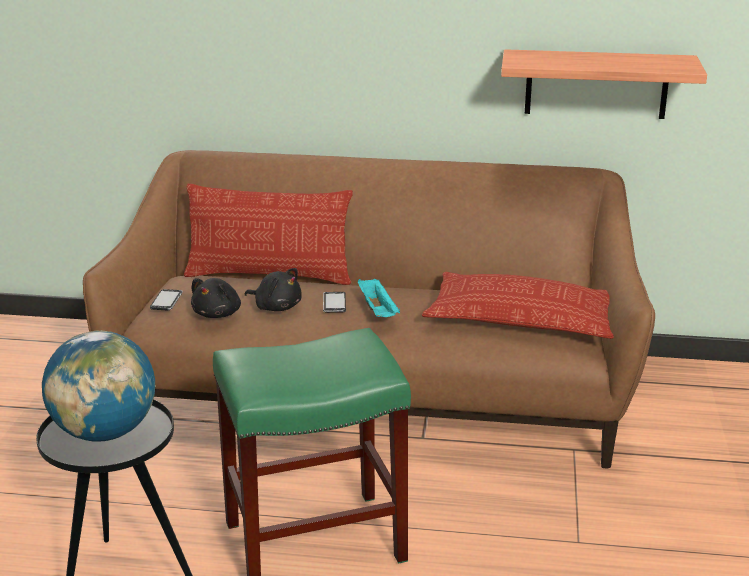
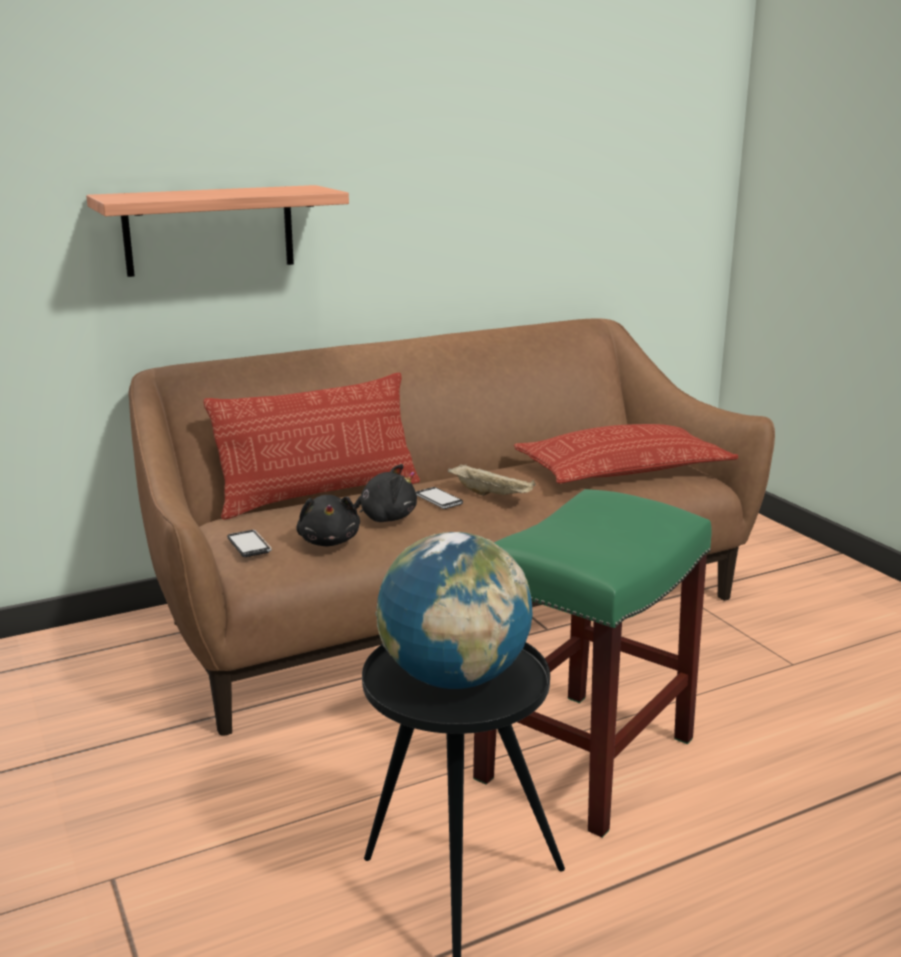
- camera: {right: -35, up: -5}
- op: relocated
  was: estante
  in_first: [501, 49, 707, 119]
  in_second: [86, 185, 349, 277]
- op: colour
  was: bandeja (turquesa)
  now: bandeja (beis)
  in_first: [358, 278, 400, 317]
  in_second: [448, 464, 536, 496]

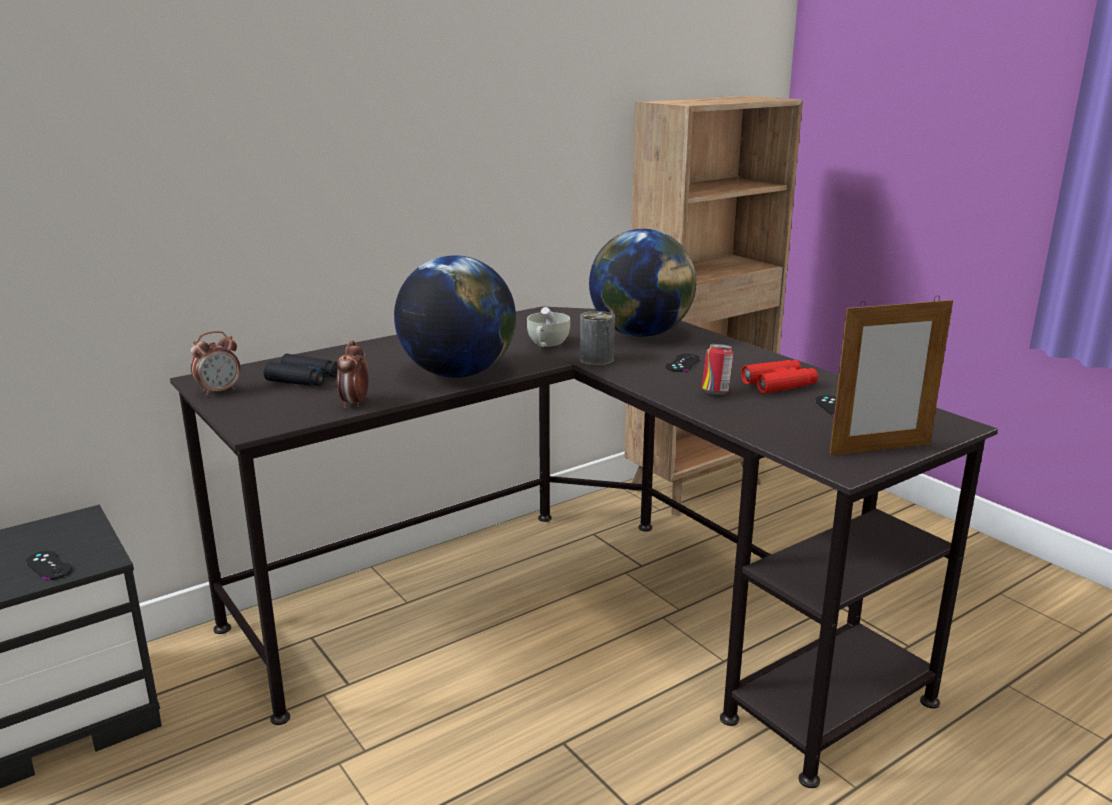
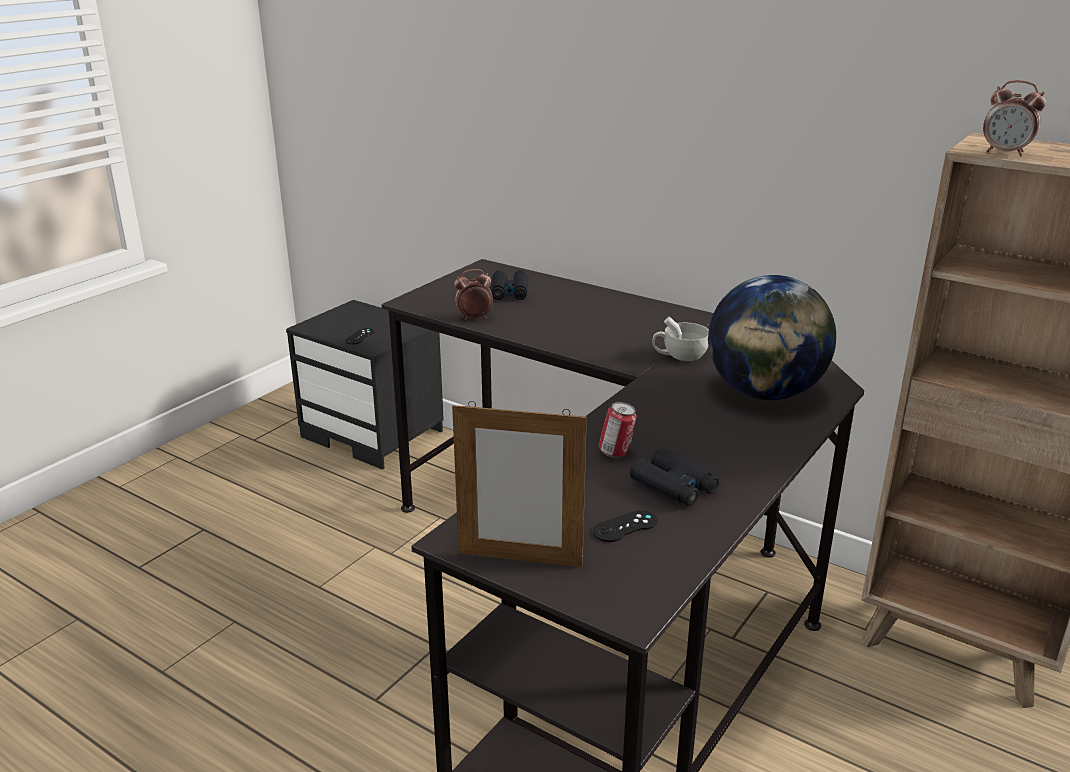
- camera: {right: 70, up: 5}
- op: missing
  was: globo terráqueo
  in_first: [394, 255, 516, 378]
- op: spun
  was: portarretratos
  in_first: [829, 296, 953, 456]
  in_second: [452, 401, 587, 567]
  clockwise: -45
- op: missing
  was: lata
  in_first: [580, 311, 615, 365]
- op: relocated
  was: despertador
  in_first: [191, 331, 240, 396]
  in_second: [983, 80, 1046, 157]
- op: missing
  was: mando de consola (negro)
  in_first: [666, 354, 700, 372]
- op: colour
  was: prismáticos (rojo)
  now: prismáticos (negro)
  in_first: [741, 360, 818, 394]
  in_second: [630, 448, 719, 506]

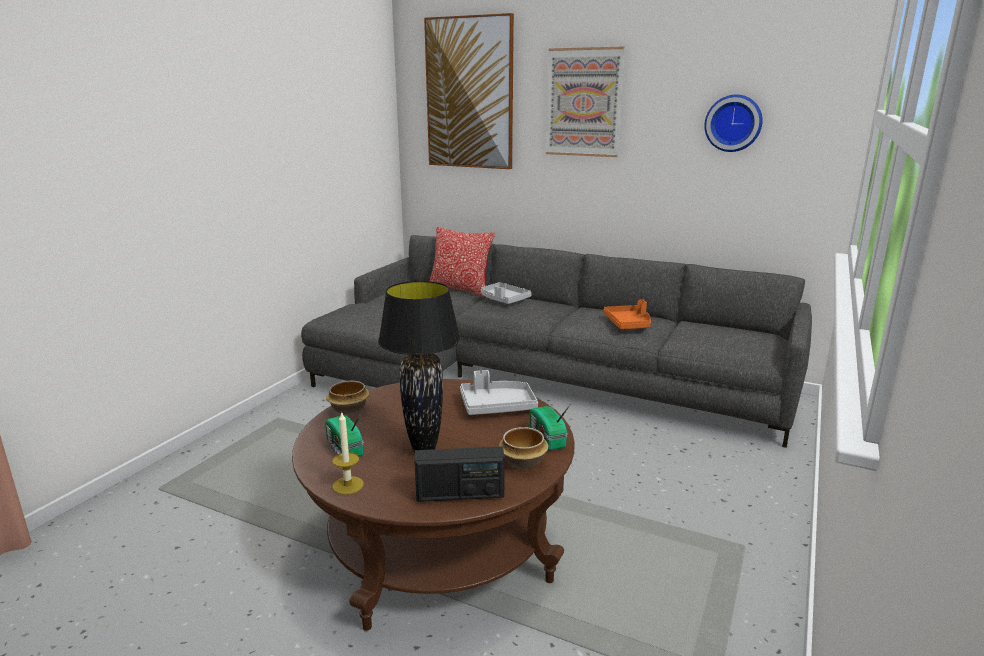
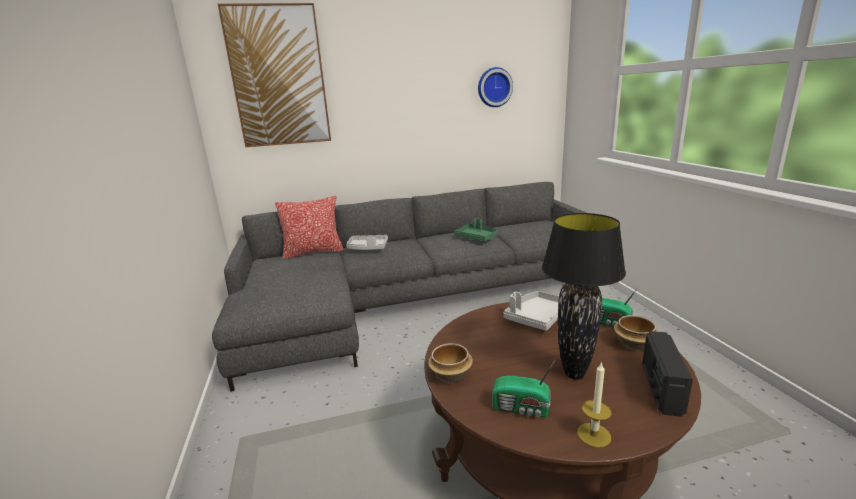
- camera: {right: -40, up: 0}
- op: missing
  was: cuadro
  in_first: [546, 46, 625, 157]
- op: colour
  was: bandeja (naranja)
  now: bandeja (verde)
  in_first: [603, 299, 651, 329]
  in_second: [454, 218, 497, 241]
- op: spun
  was: radio
  in_first: [414, 447, 505, 502]
  in_second: [642, 331, 693, 417]
  clockwise: 150

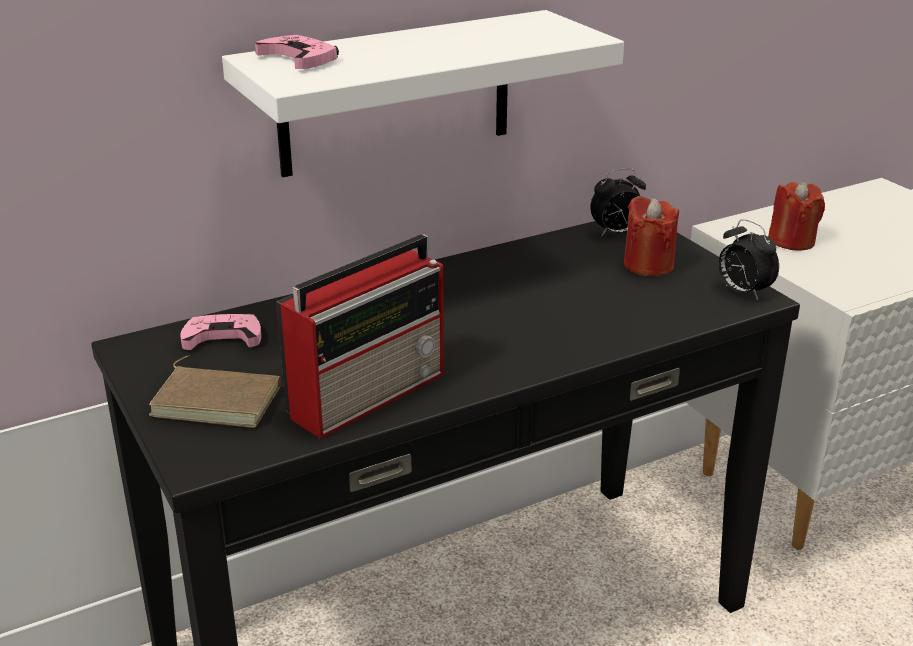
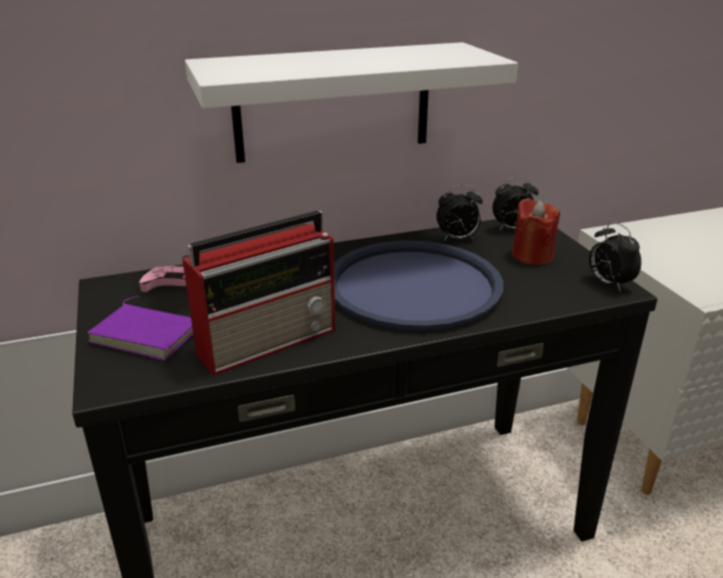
- camera: {right: 10, up: 0}
- op: missing
  was: mando de consola (rosa)
  in_first: [255, 35, 339, 69]
- op: missing
  was: vela (rojo)
  in_first: [768, 181, 825, 251]
- op: colour
  was: libro (marrón)
  now: libro (morado)
  in_first: [149, 355, 281, 428]
  in_second: [88, 296, 193, 360]
- op: appeared
  now: despertador
  in_second: [436, 185, 483, 241]
- op: appeared
  now: bandeja (azul)
  in_second: [334, 240, 503, 331]

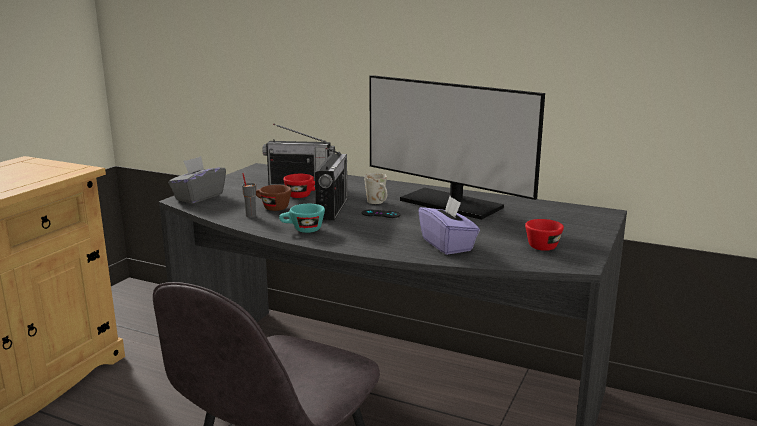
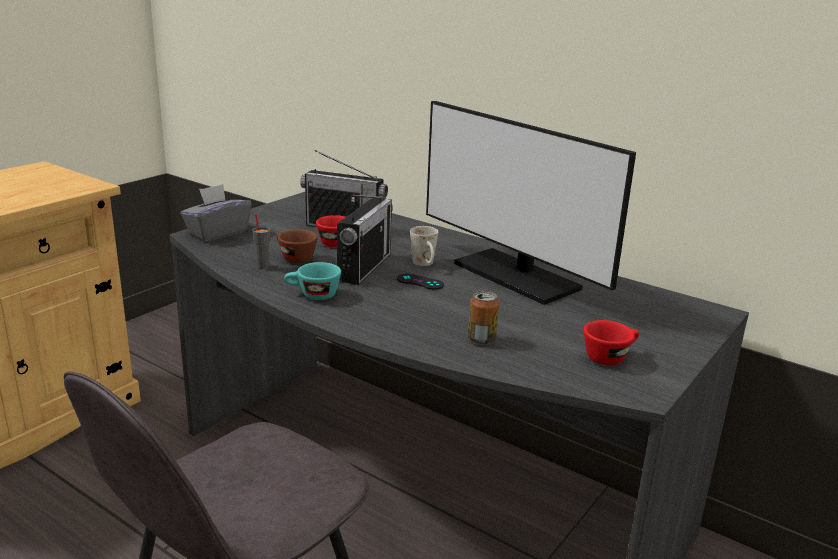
- camera: {right: 10, up: 5}
- op: exchanged
  was: caja de pañuelos (morado)
  now: lata
  in_first: [418, 196, 480, 255]
  in_second: [468, 291, 499, 345]

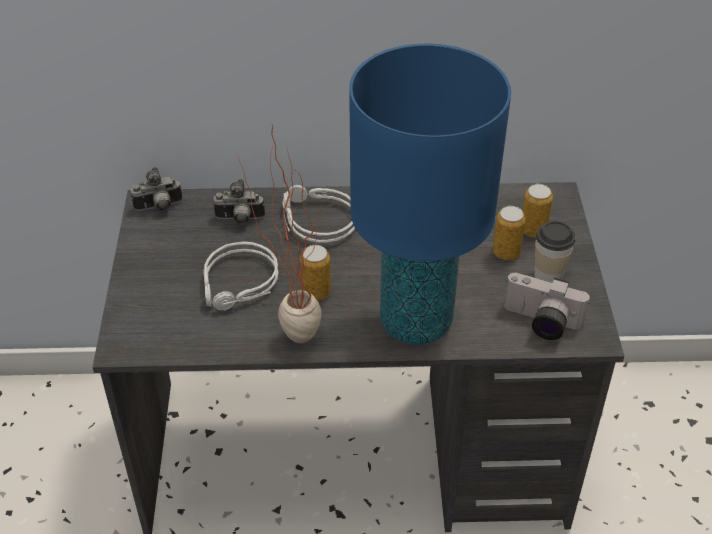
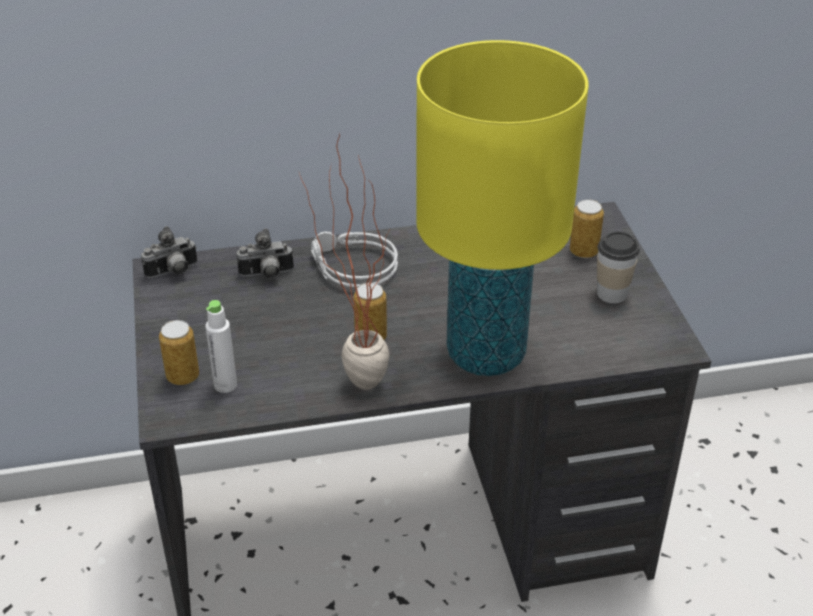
- camera: {right: -10, up: -5}
- op: colour
  was: lámpara de mesa (azul)
  now: lámpara de mesa (amarillo)
  in_first: [349, 44, 511, 345]
  in_second: [416, 40, 589, 376]
- op: relocated
  was: lata
  in_first: [493, 206, 526, 260]
  in_second: [159, 320, 199, 385]
- op: missing
  was: auriculares (gris)
  in_first: [204, 242, 278, 311]
- op: missing
  was: cámara
  in_first: [504, 273, 590, 340]
- op: appeared
  now: botella (blanco)
  in_second: [206, 300, 237, 393]

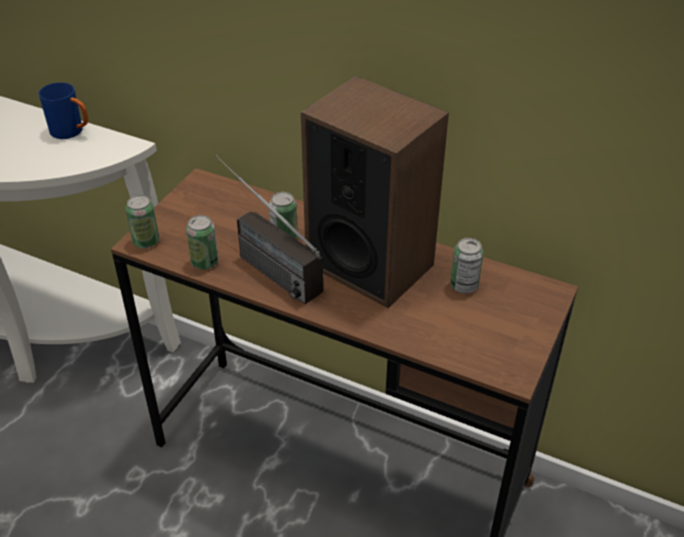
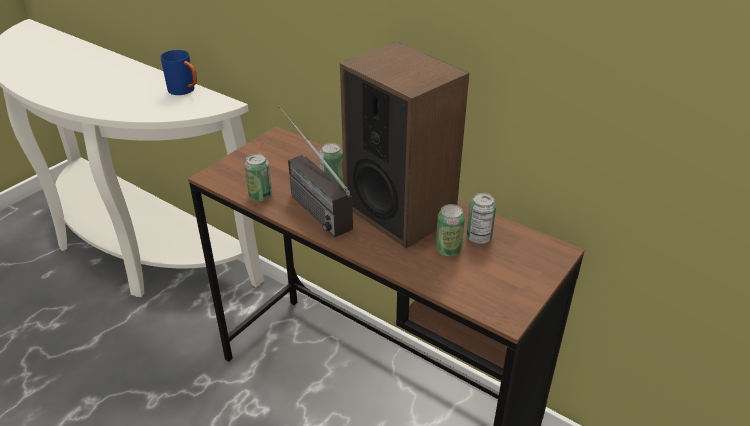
- camera: {right: 10, up: -5}
- op: relocated
  was: lata
  in_first: [126, 195, 159, 248]
  in_second: [436, 204, 465, 256]

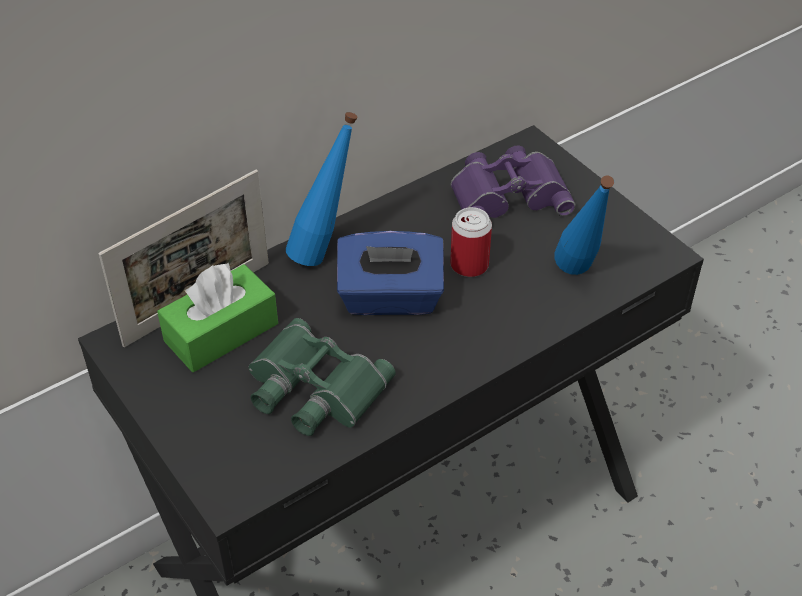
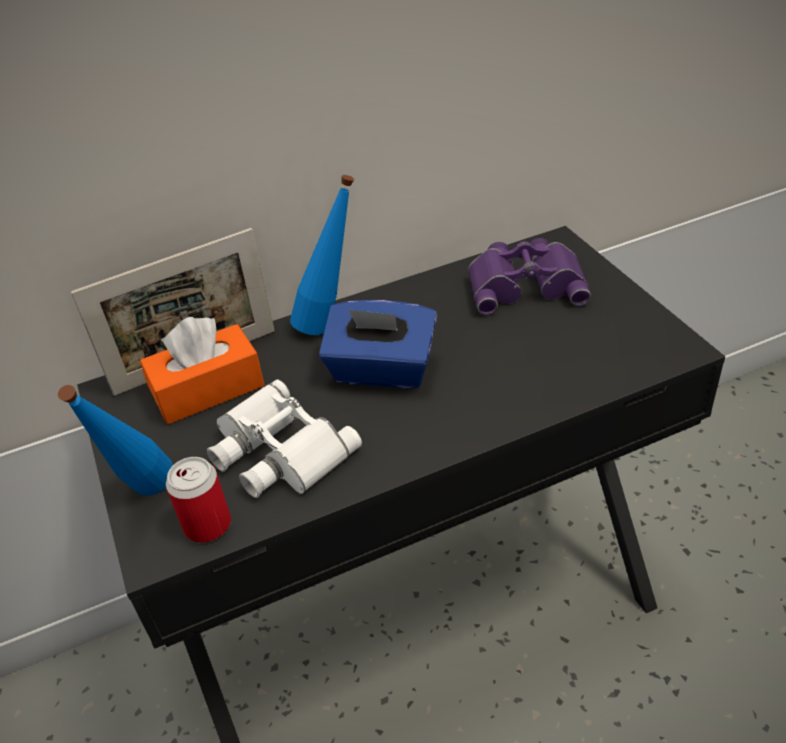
- camera: {right: 15, up: -5}
- op: relocated
  was: botella (azul)
  in_first: [554, 176, 614, 275]
  in_second: [58, 385, 173, 496]
- op: relocated
  was: lata
  in_first: [450, 207, 492, 277]
  in_second: [166, 457, 231, 543]
- op: colour
  was: caja de pañuelos (verde)
  now: caja de pañuelos (naranja)
  in_first: [157, 263, 278, 372]
  in_second: [140, 317, 265, 424]
- op: colour
  was: prismáticos (verde)
  now: prismáticos (blanco)
  in_first: [249, 318, 396, 436]
  in_second: [207, 379, 362, 498]

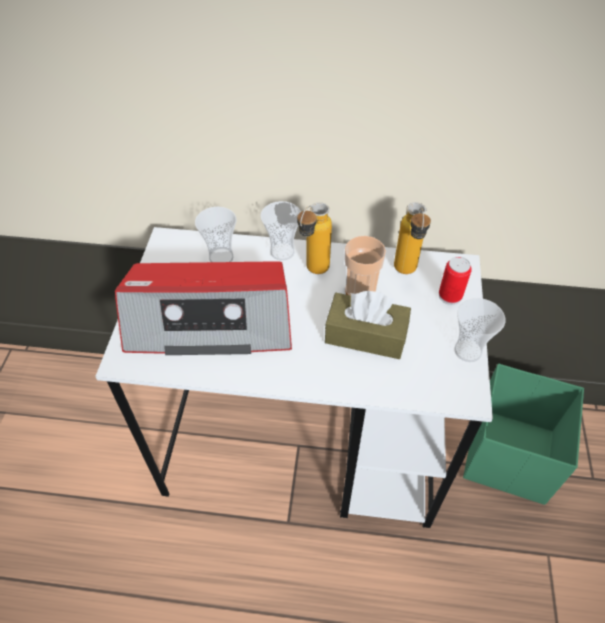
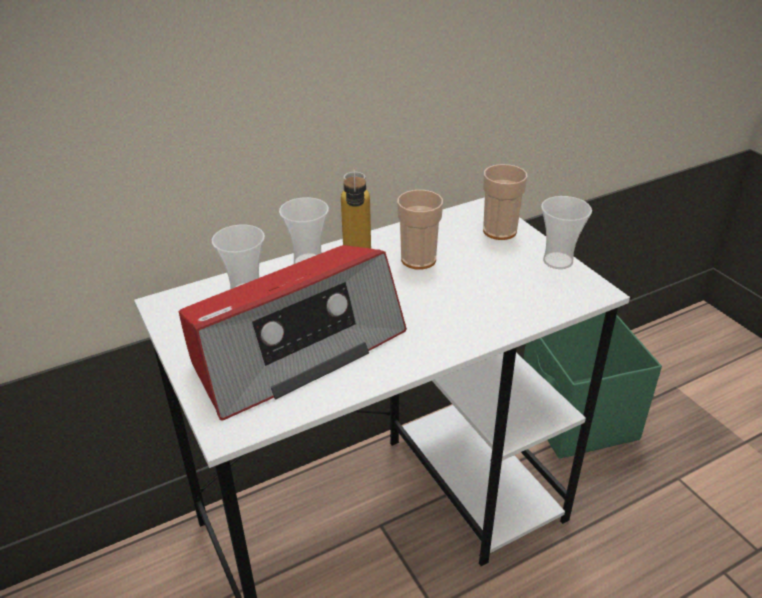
- camera: {right: -35, up: -15}
- op: missing
  was: botella
  in_first: [394, 202, 431, 274]
- op: exchanged
  was: lata
  now: taza
  in_first: [439, 256, 472, 305]
  in_second: [483, 164, 527, 240]
- op: missing
  was: caja de pañuelos (marrón)
  in_first: [325, 291, 411, 359]

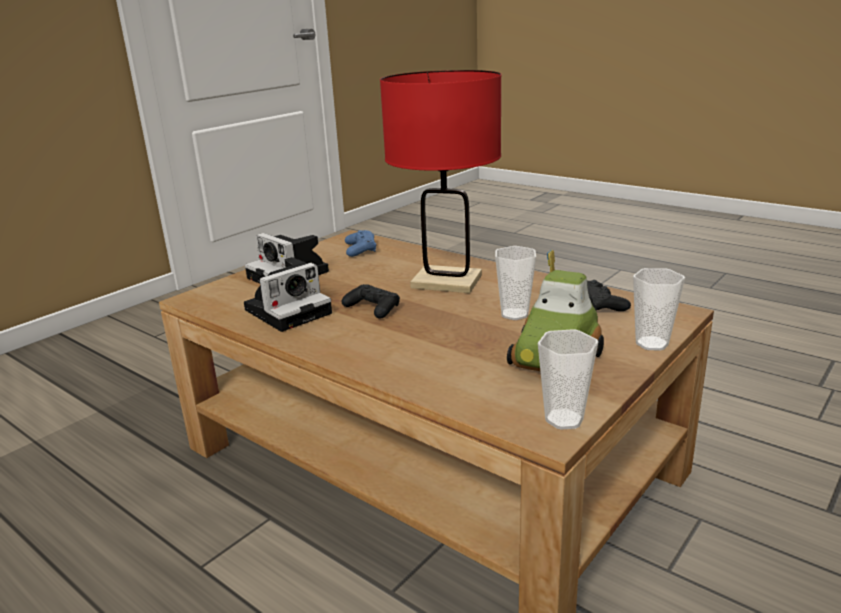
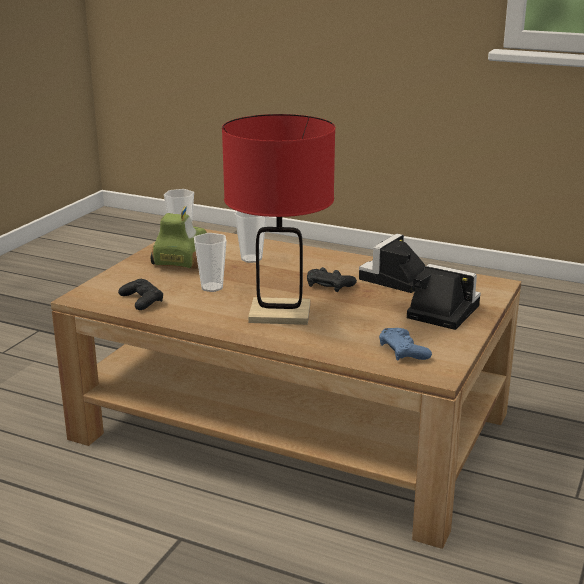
- camera: {right: 165, up: 0}
- op: relocated
  was: taza
  in_first: [633, 268, 685, 351]
  in_second: [234, 211, 267, 263]

